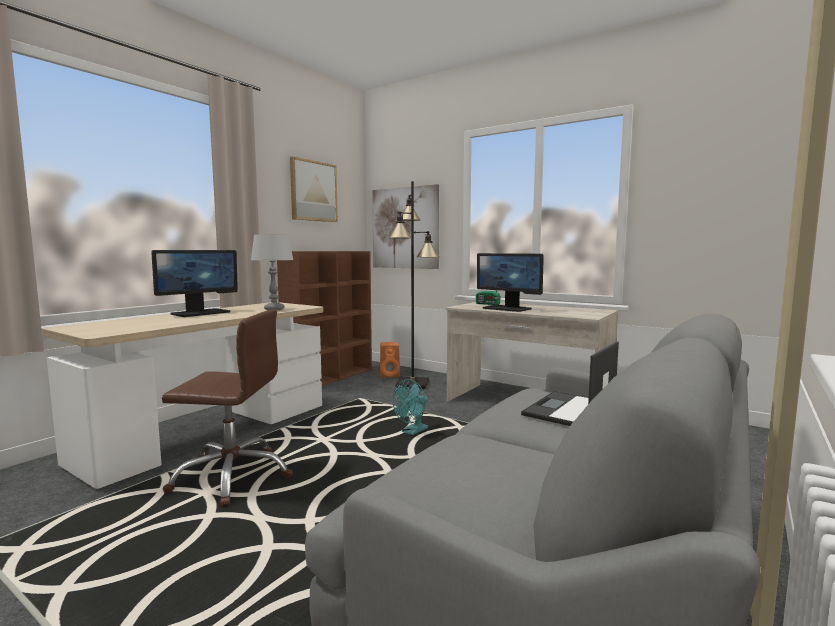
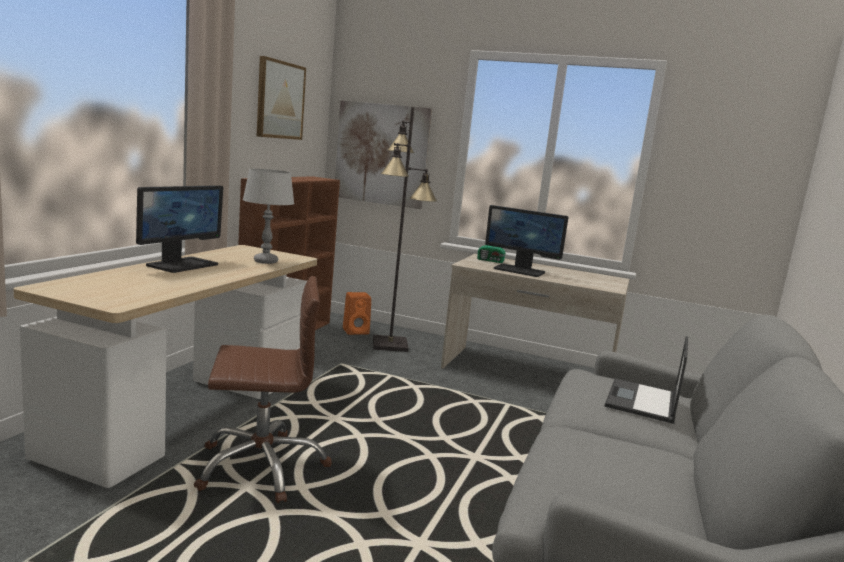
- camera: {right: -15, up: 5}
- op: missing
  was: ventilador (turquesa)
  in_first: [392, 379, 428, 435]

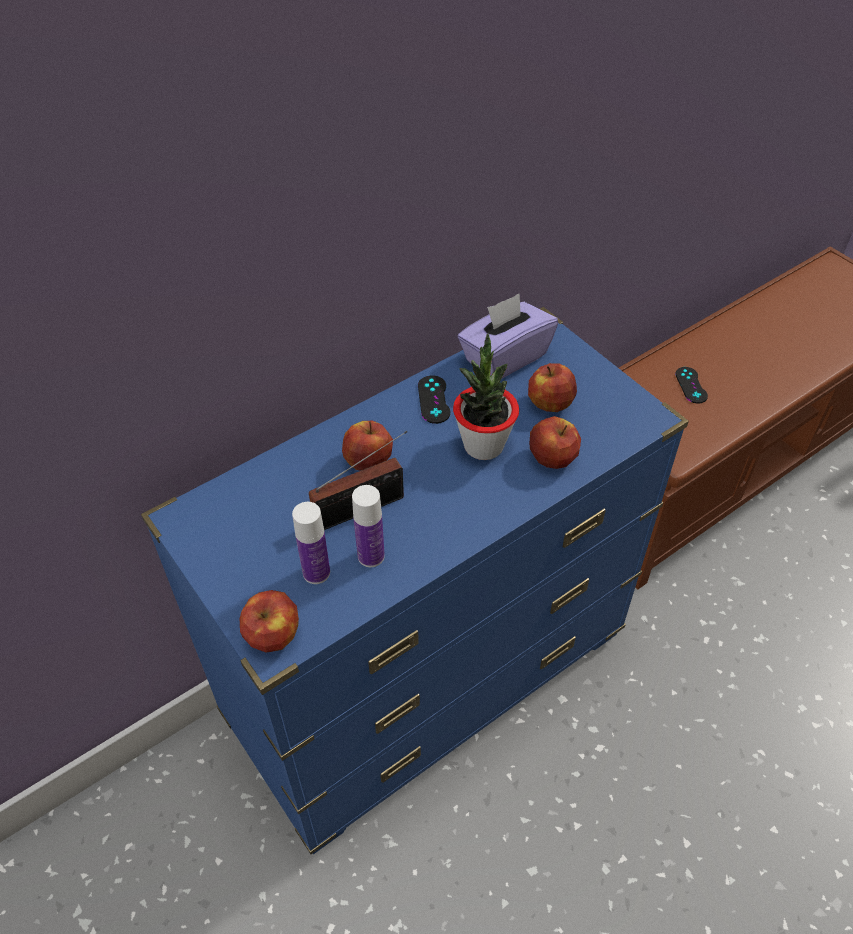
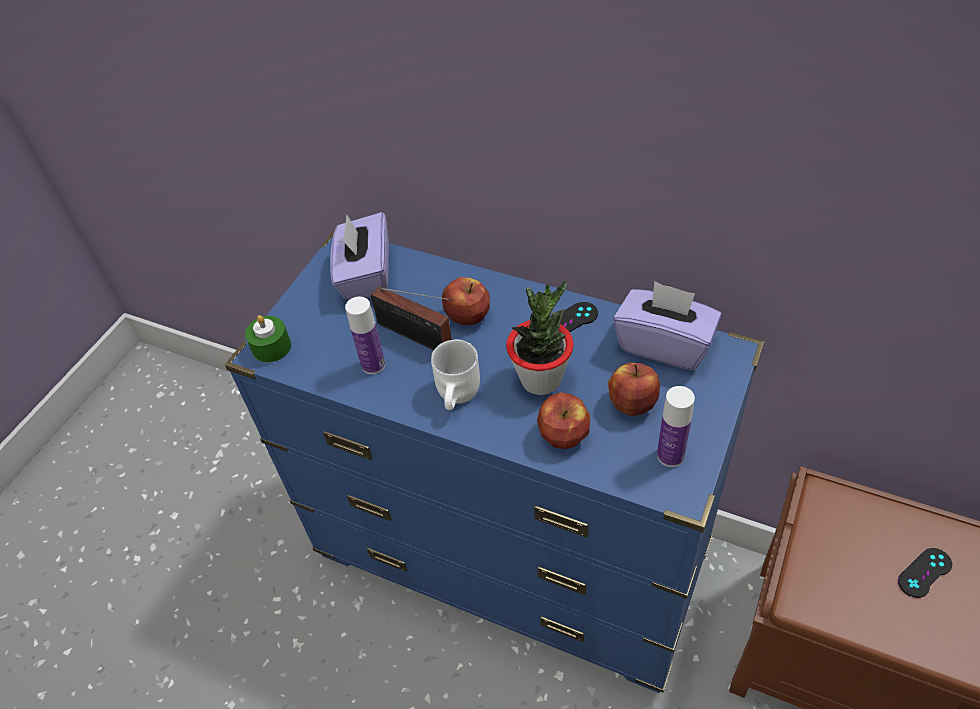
- camera: {right: 65, up: 0}
- op: relocated
  was: botella
  in_first: [292, 502, 330, 584]
  in_second: [657, 386, 695, 467]
- op: exchanged
  was: manzana
  now: vela (verde)
  in_first: [240, 590, 299, 653]
  in_second: [245, 315, 291, 363]
- op: appeared
  now: caja de pañuelos (morado)
  in_second: [330, 212, 389, 300]
- op: appeared
  now: taza grande (blanco)
  in_second: [431, 340, 480, 410]

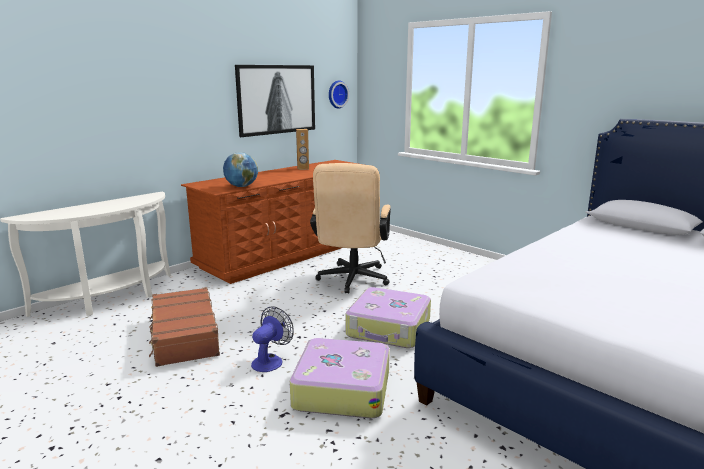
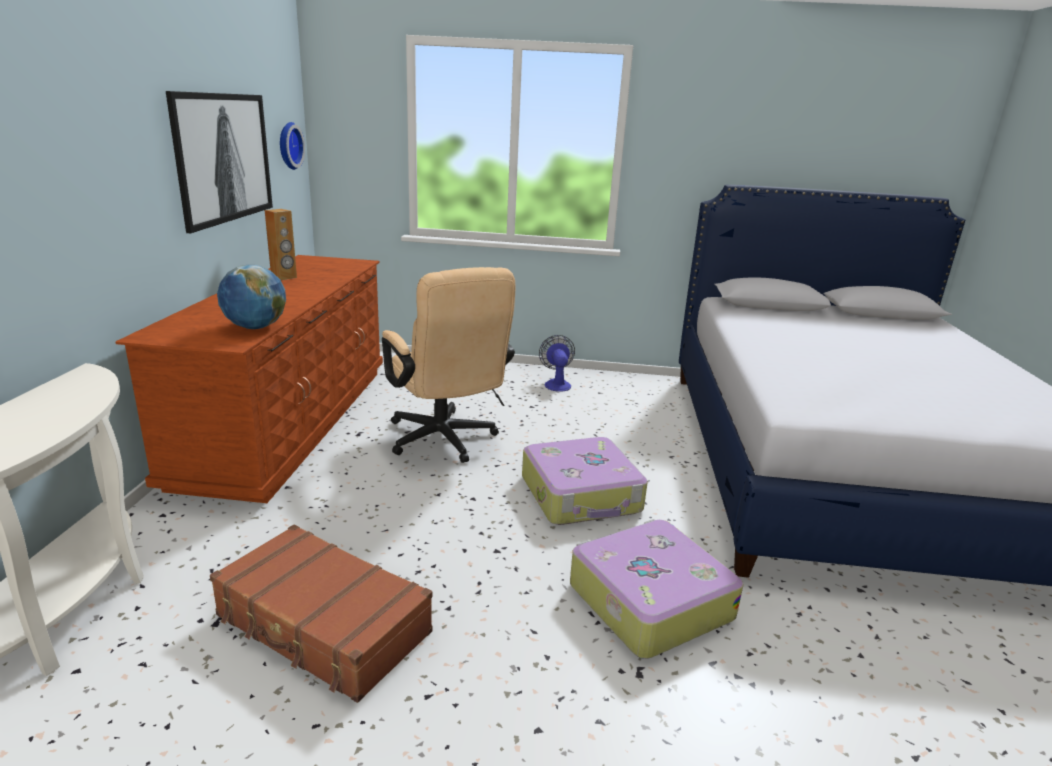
- camera: {right: -40, up: 5}
- op: relocated
  was: ventilador
  in_first: [251, 306, 294, 372]
  in_second: [539, 335, 575, 392]

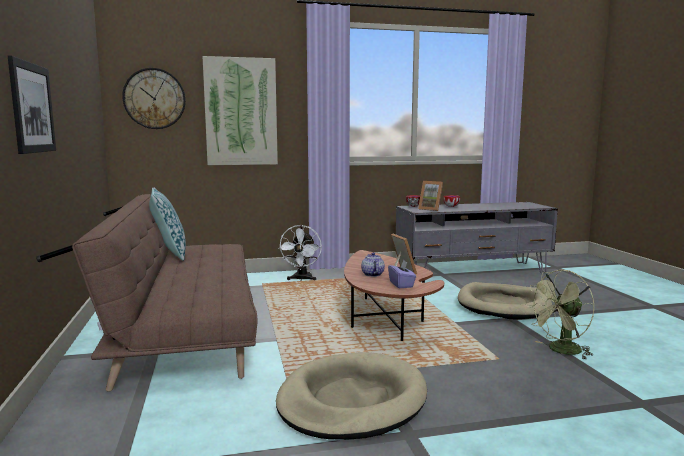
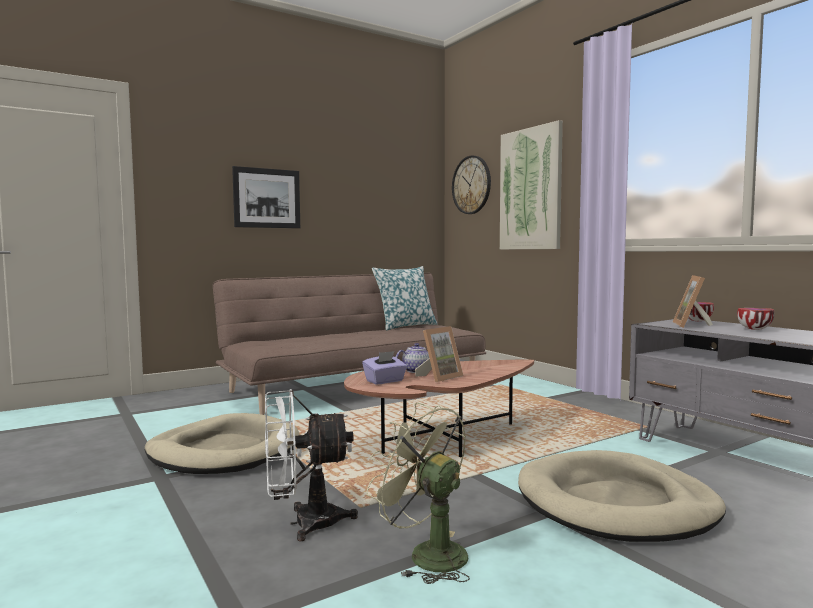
- camera: {right: 70, up: -5}
- op: relocated
  was: ventilador (blanco)
  in_first: [278, 225, 322, 280]
  in_second: [265, 389, 358, 542]

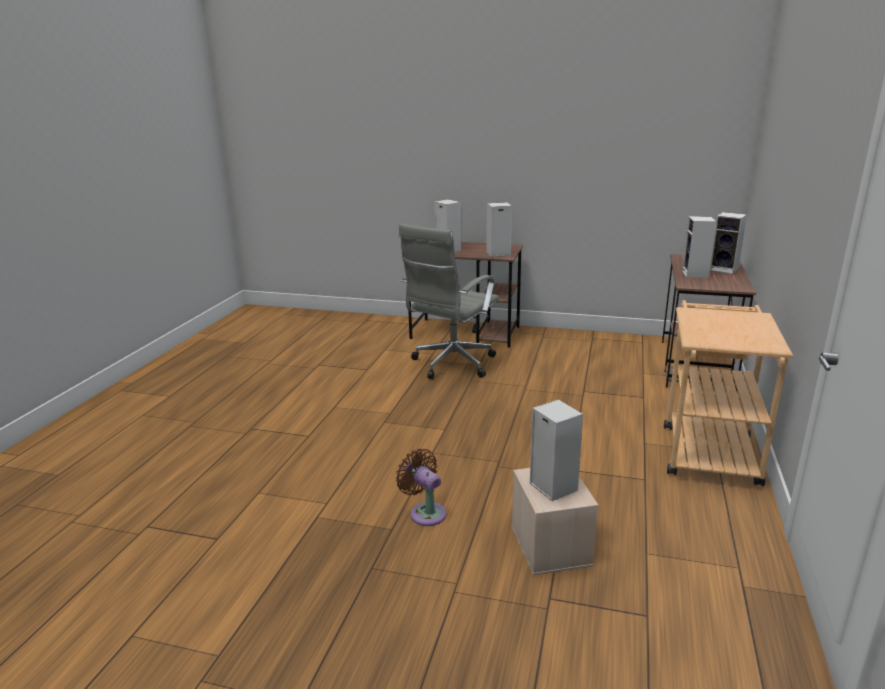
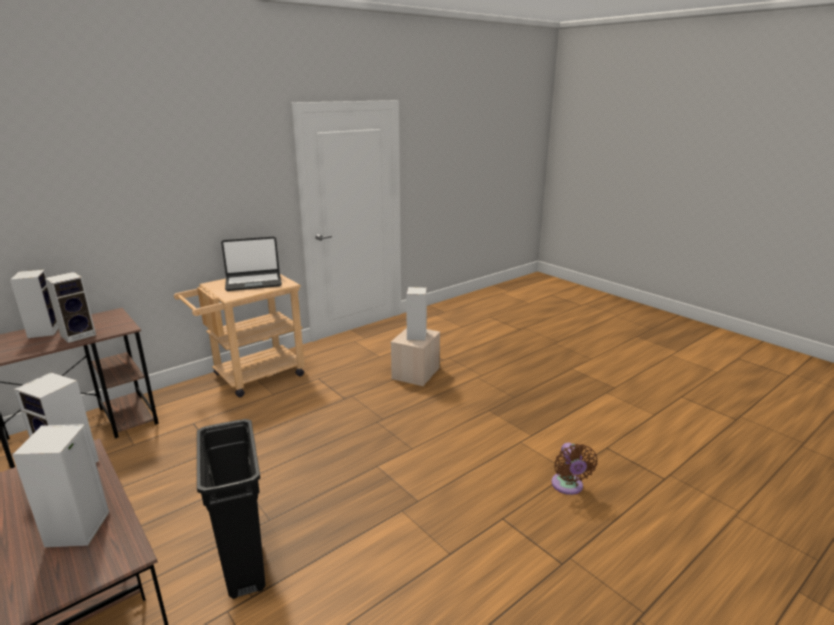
- camera: {right: -145, up: 0}
- op: exchanged
  was: silla de oficina (gris)
  now: papelera (negro)
  in_first: [399, 224, 499, 379]
  in_second: [197, 419, 265, 599]
- op: relocated
  was: ventilador (marrón)
  in_first: [396, 449, 446, 526]
  in_second: [551, 443, 598, 495]
- op: appeared
  now: portátil
  in_second: [221, 237, 282, 291]

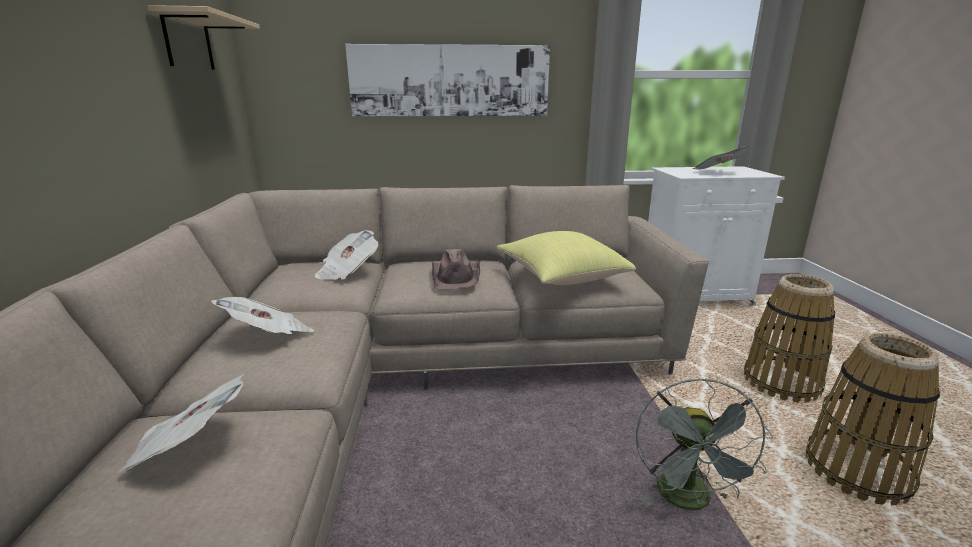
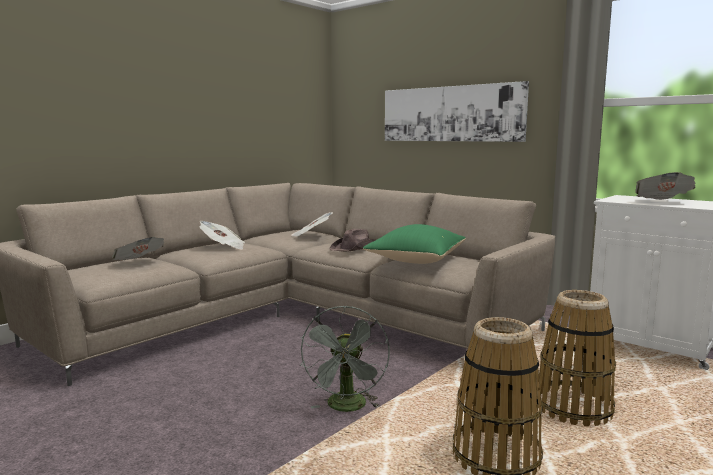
- camera: {right: 45, up: -10}
- op: missing
  was: estante (beis)
  in_first: [147, 5, 260, 70]
- op: colour
  was: cojín (amarillo)
  now: cojín (verde)
  in_first: [497, 231, 636, 285]
  in_second: [363, 224, 466, 264]
- op: spun
  was: ventilador (gris)
  in_first: [636, 378, 773, 510]
  in_second: [301, 306, 390, 412]
  clockwise: -45

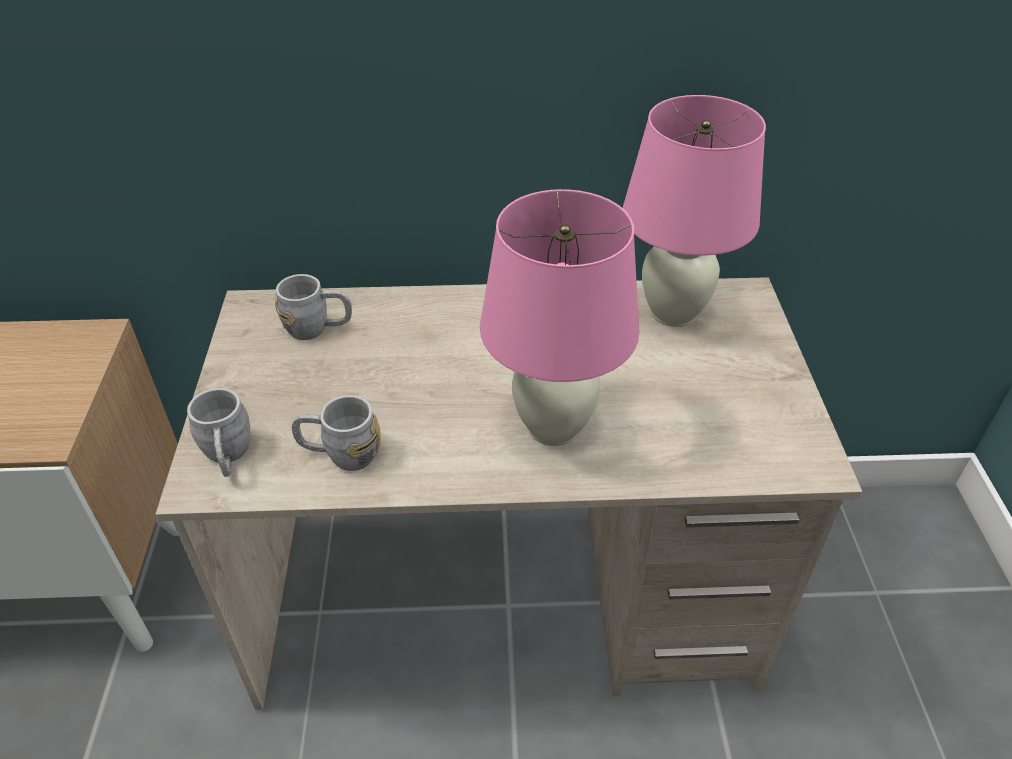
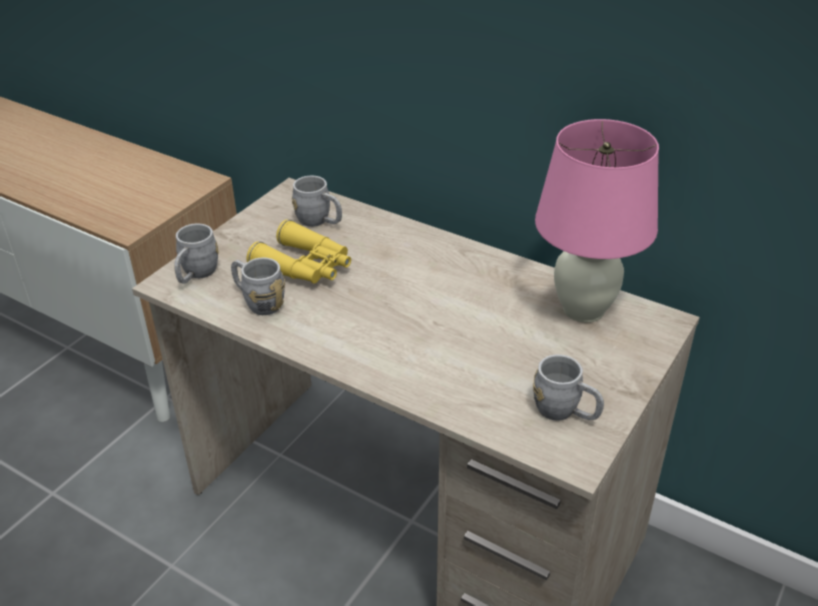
- camera: {right: 35, up: -5}
- op: missing
  was: lámpara de mesa (rosa)
  in_first: [480, 189, 640, 446]
- op: appeared
  now: prismáticos (amarillo)
  in_second: [247, 219, 351, 284]
- op: appeared
  now: taza grande (gris)
  in_second: [533, 354, 604, 421]

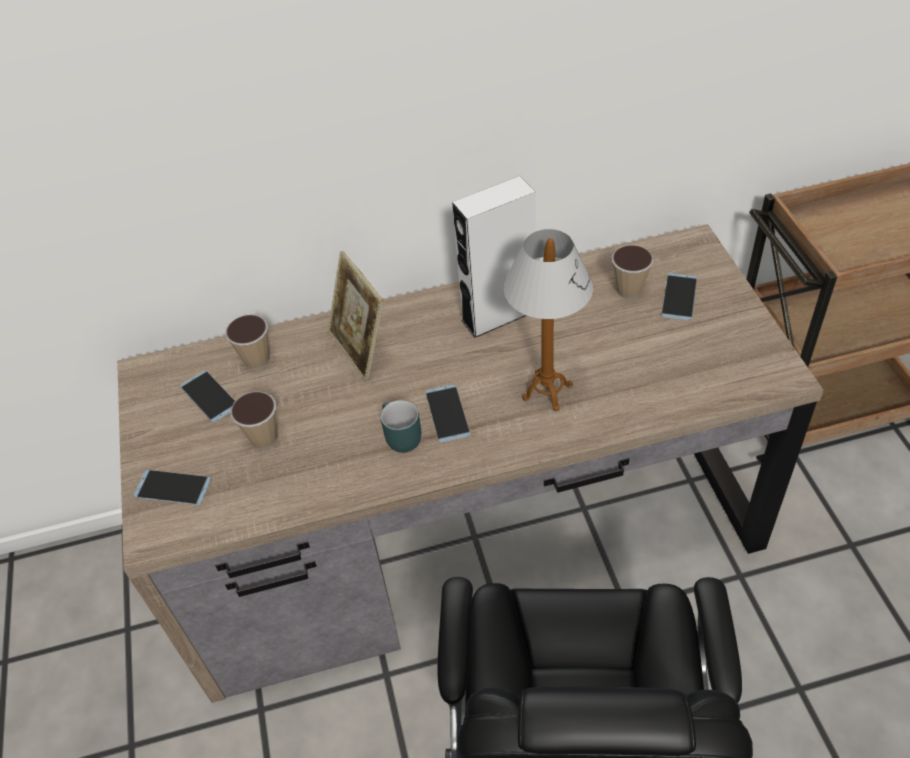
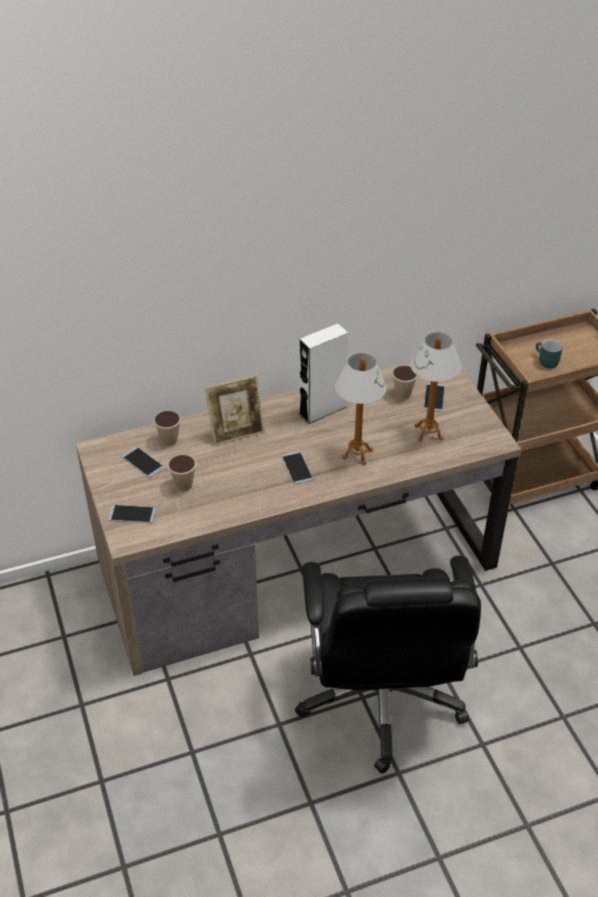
- camera: {right: -10, up: -5}
- op: spun
  was: portarretratos
  in_first: [328, 251, 384, 381]
  in_second: [205, 375, 265, 446]
  clockwise: -75
- op: relocated
  was: taza grande (turquesa)
  in_first: [381, 400, 421, 453]
  in_second: [536, 339, 563, 368]
- op: appeared
  now: lámpara de mesa
  in_second: [411, 333, 461, 442]

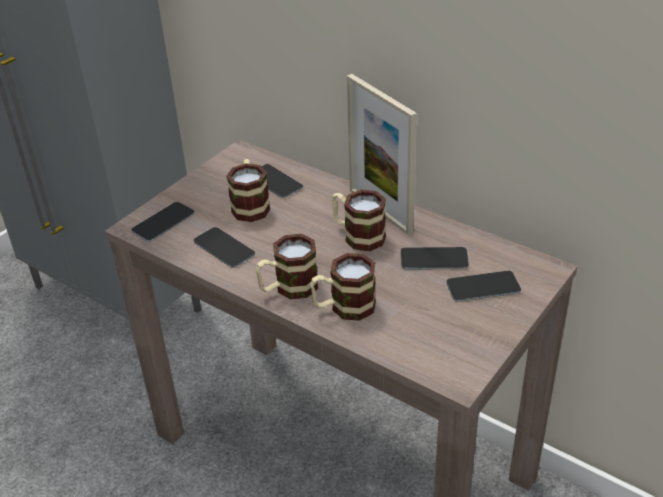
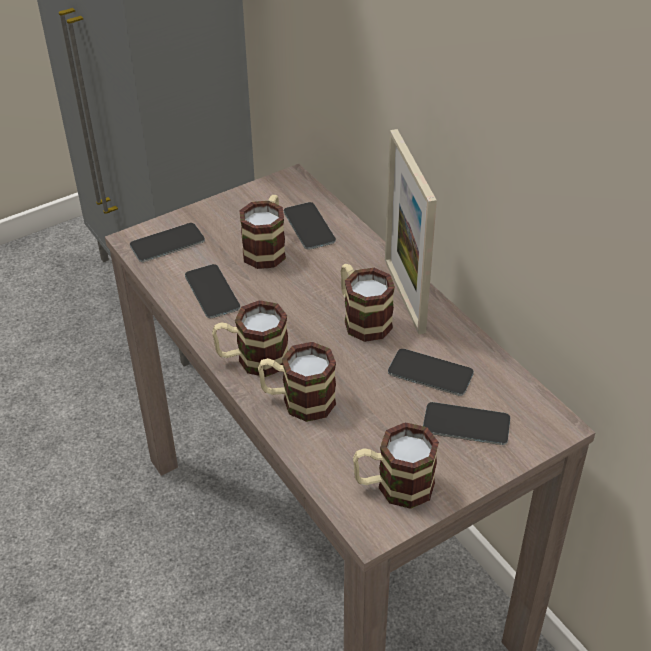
- camera: {right: 20, up: 5}
- op: appeared
  now: taza grande
  in_second: [353, 422, 439, 509]

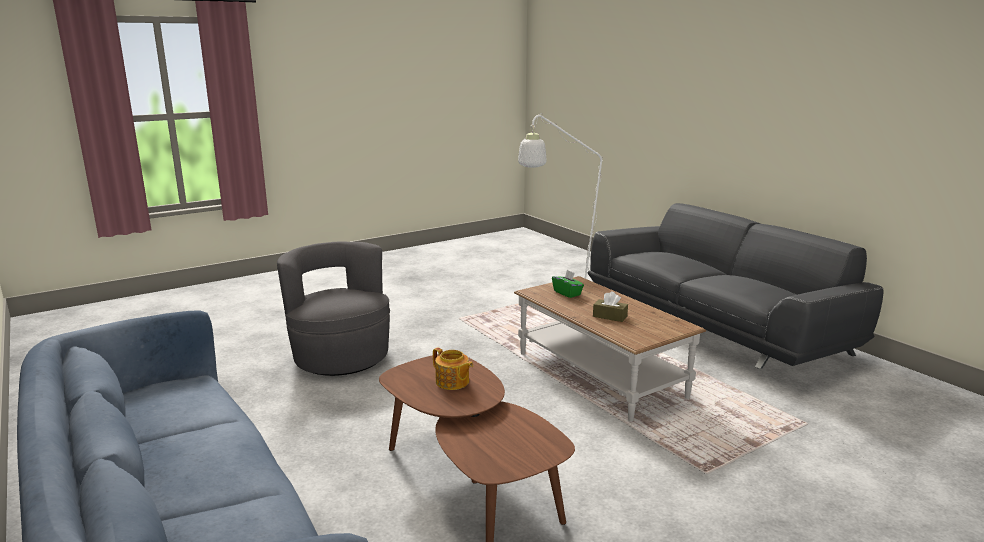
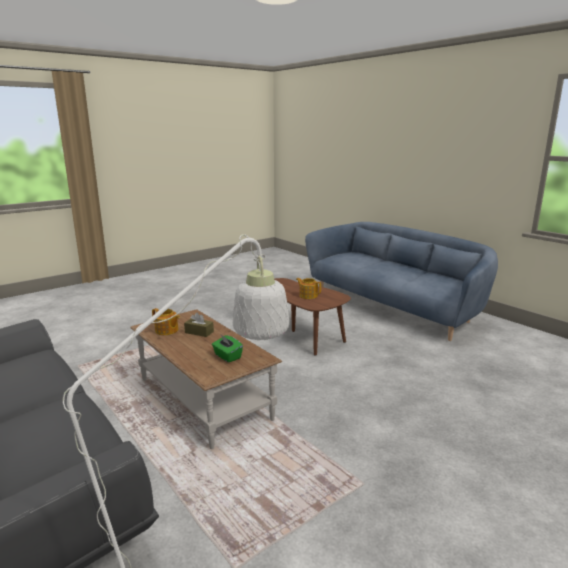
- camera: {right: 175, up: 0}
- op: missing
  was: sillón (gris)
  in_first: [277, 241, 390, 376]
- op: appeared
  now: tetera
  in_second: [152, 308, 180, 335]

